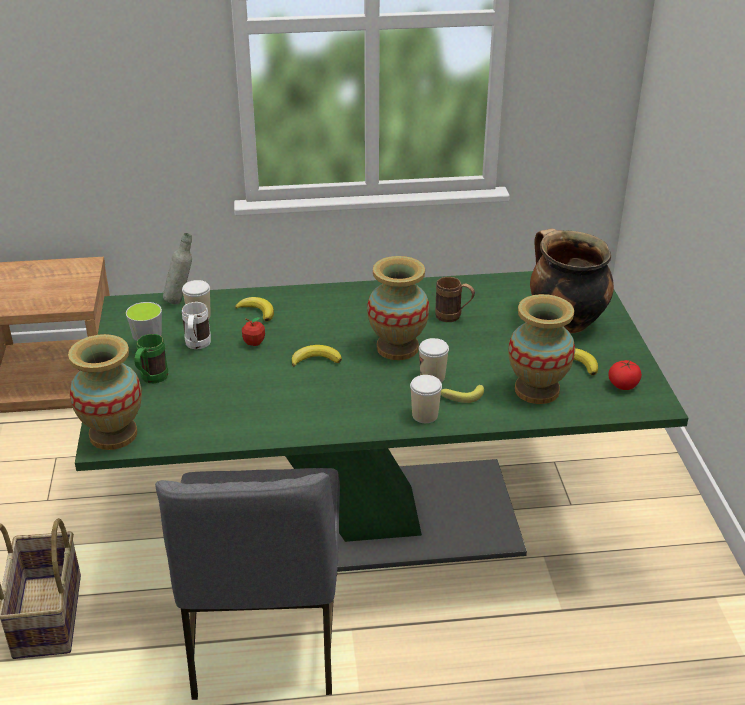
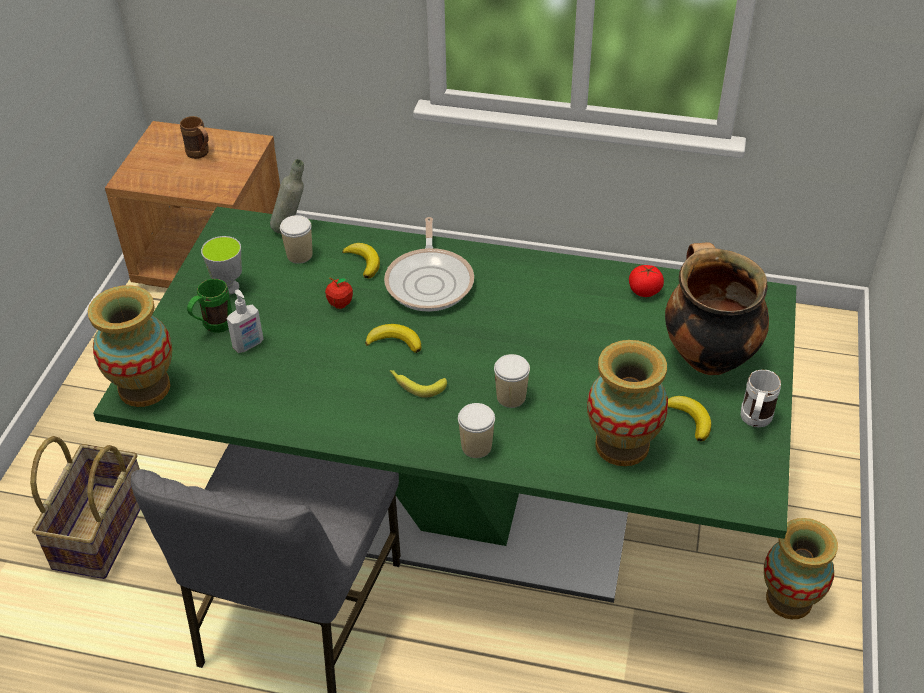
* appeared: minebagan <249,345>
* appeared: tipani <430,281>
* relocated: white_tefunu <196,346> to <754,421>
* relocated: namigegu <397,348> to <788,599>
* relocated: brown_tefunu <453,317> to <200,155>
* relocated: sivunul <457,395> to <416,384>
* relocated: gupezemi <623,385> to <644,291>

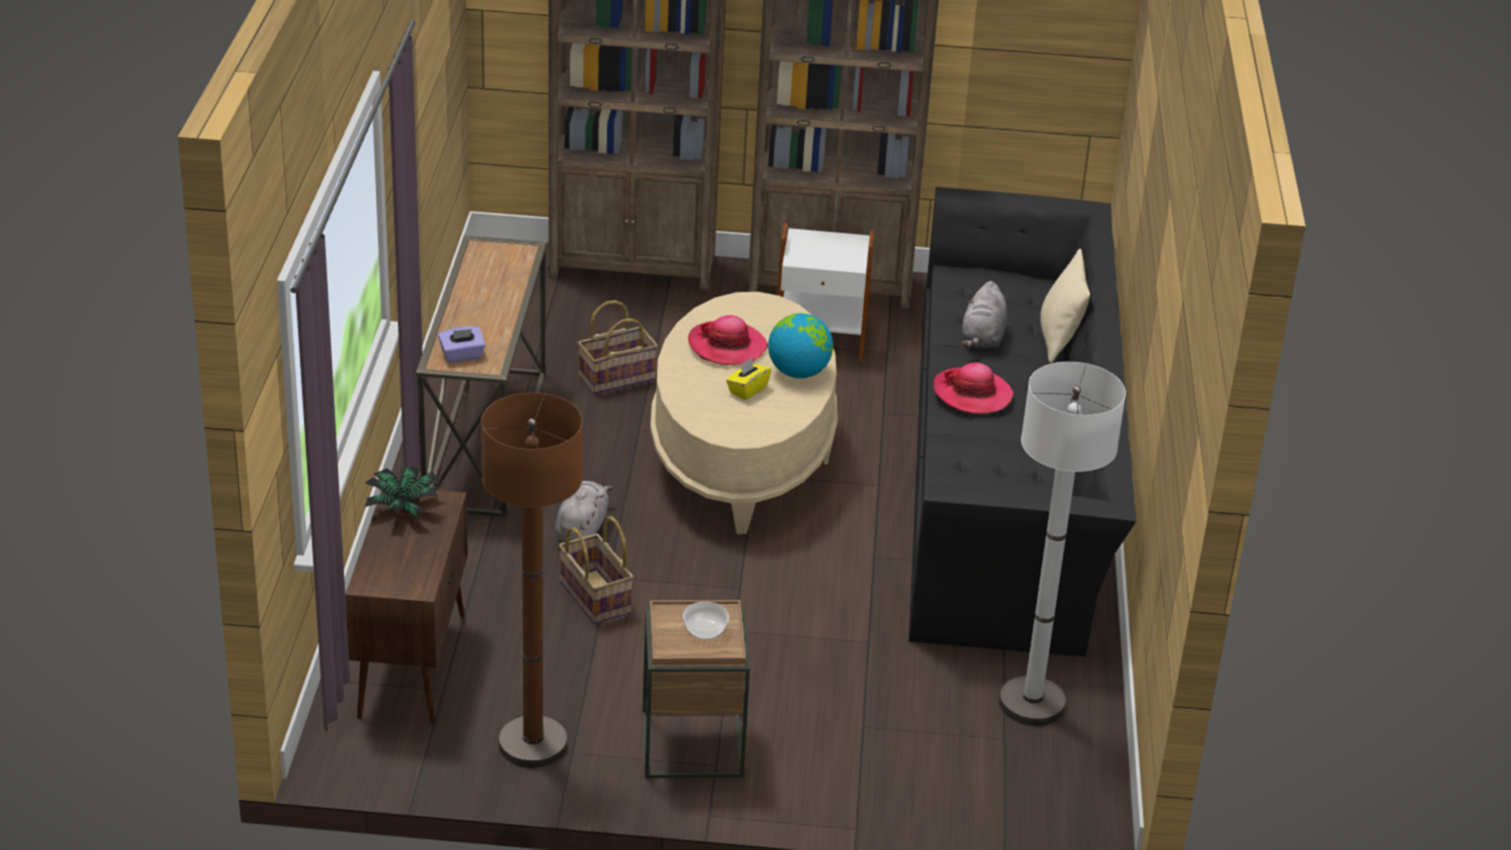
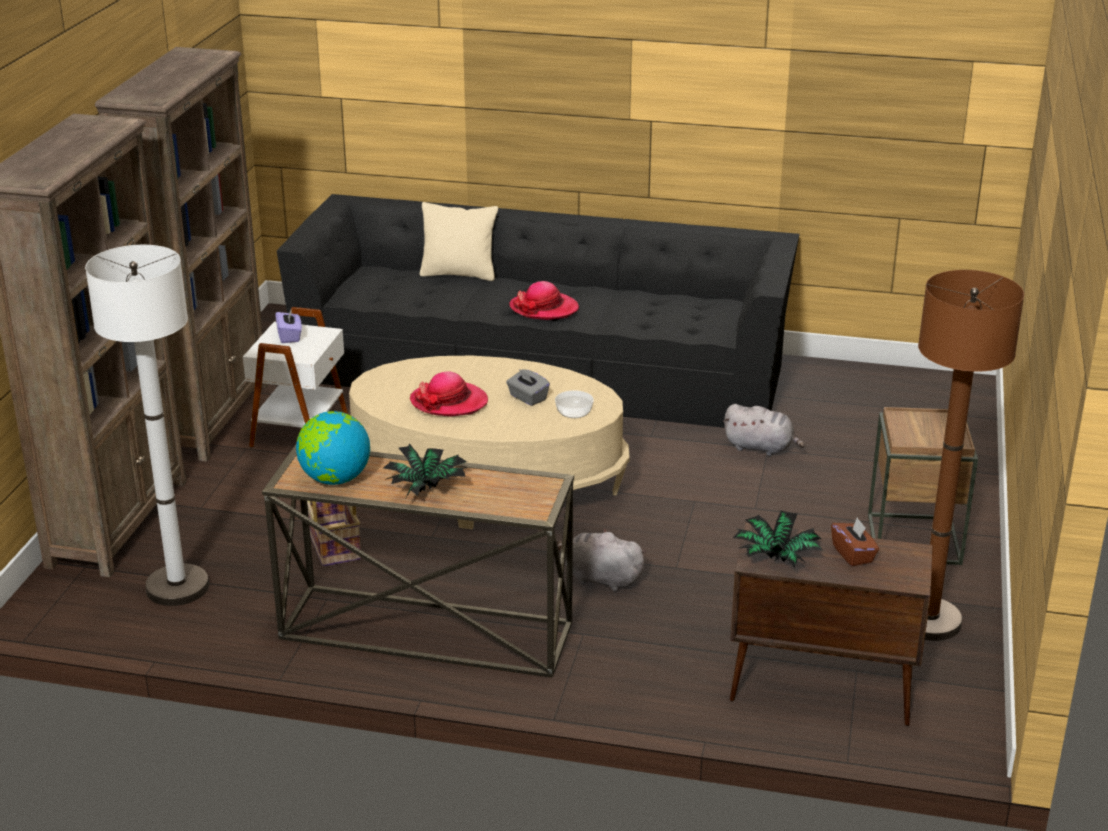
* missing: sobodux <593,597>
* appeared: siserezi <427,489>
* appeared: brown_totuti <853,554>
* relocated: purple_totuti <462,355> to <289,336>
* relocated: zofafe <705,629> to <573,412>
* relocated: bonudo <798,372> to <335,479>
* relocated: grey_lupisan <982,338> to <761,448>
* relocated: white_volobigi <1031,703> to <177,587>
* colour: yellow_totuti <747,390> to grey_totuti <527,398>

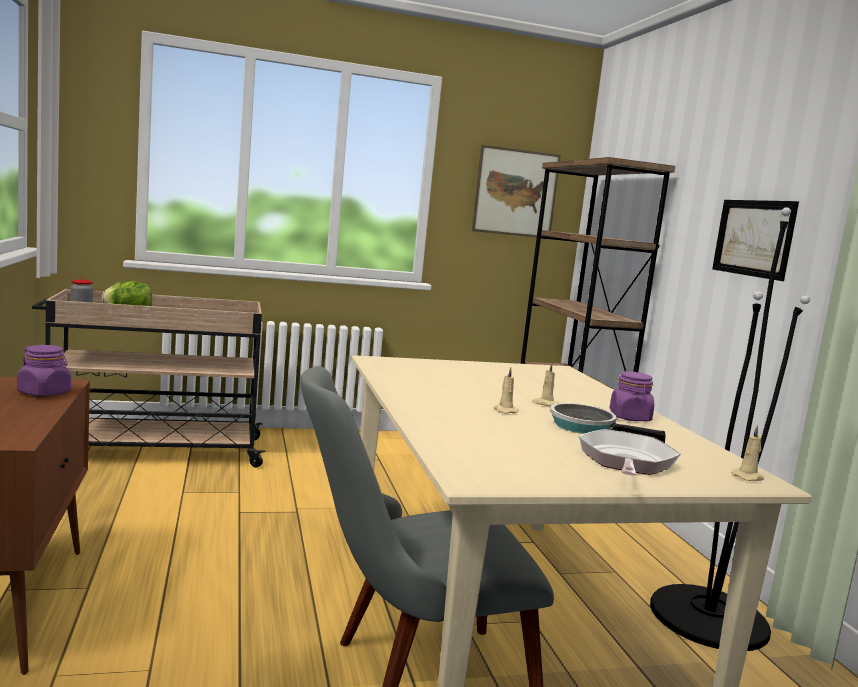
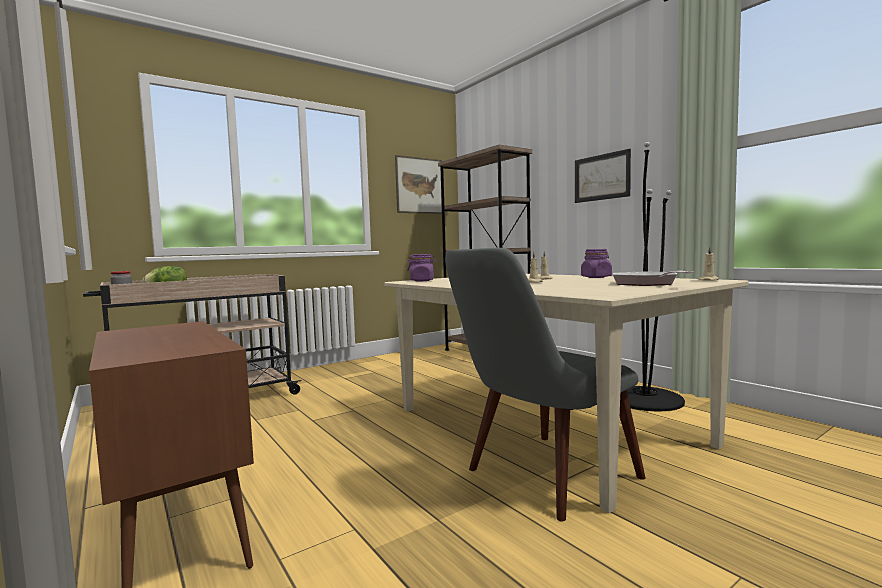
* missing: tipani <588,428>
* relocated: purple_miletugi <44,393> to <422,280>

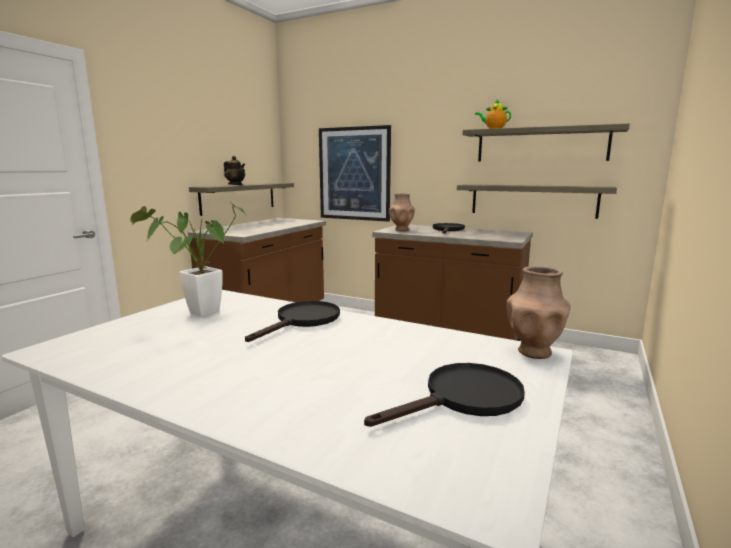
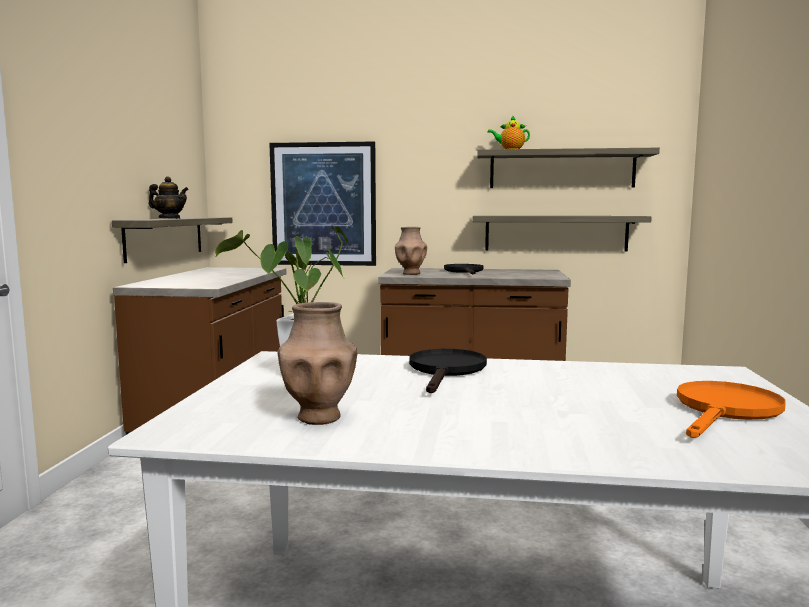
* relocated: brown_namigegu <534,352> to <319,417>
* colour: black_tipani <463,399> to orange_tipani <725,410>

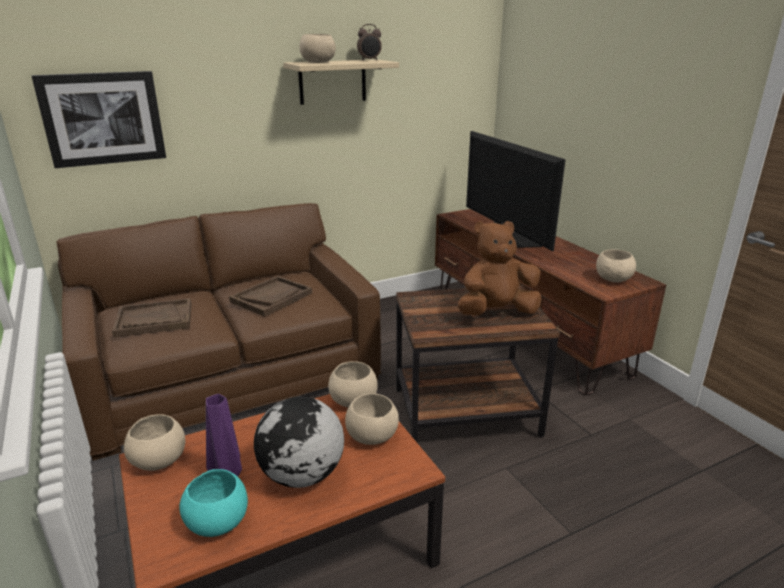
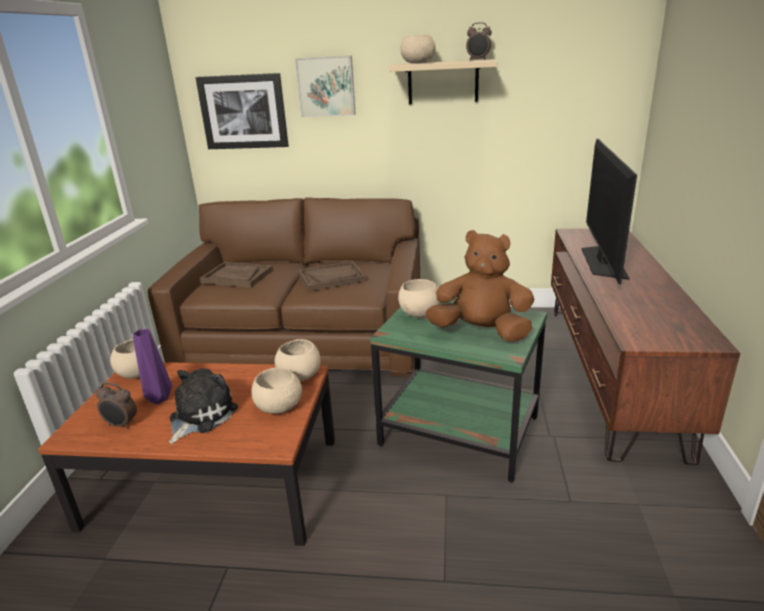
* appeared: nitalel <326,86>
* relocated: beige_zofafe <612,279> to <419,313>
* exchanged: turquoise_zofafe <218,521> to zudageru <121,425>
* exchanged: bonudo <301,475> to lupisan <200,416>
* colour: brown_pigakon <465,412> to green_pigakon <460,431>

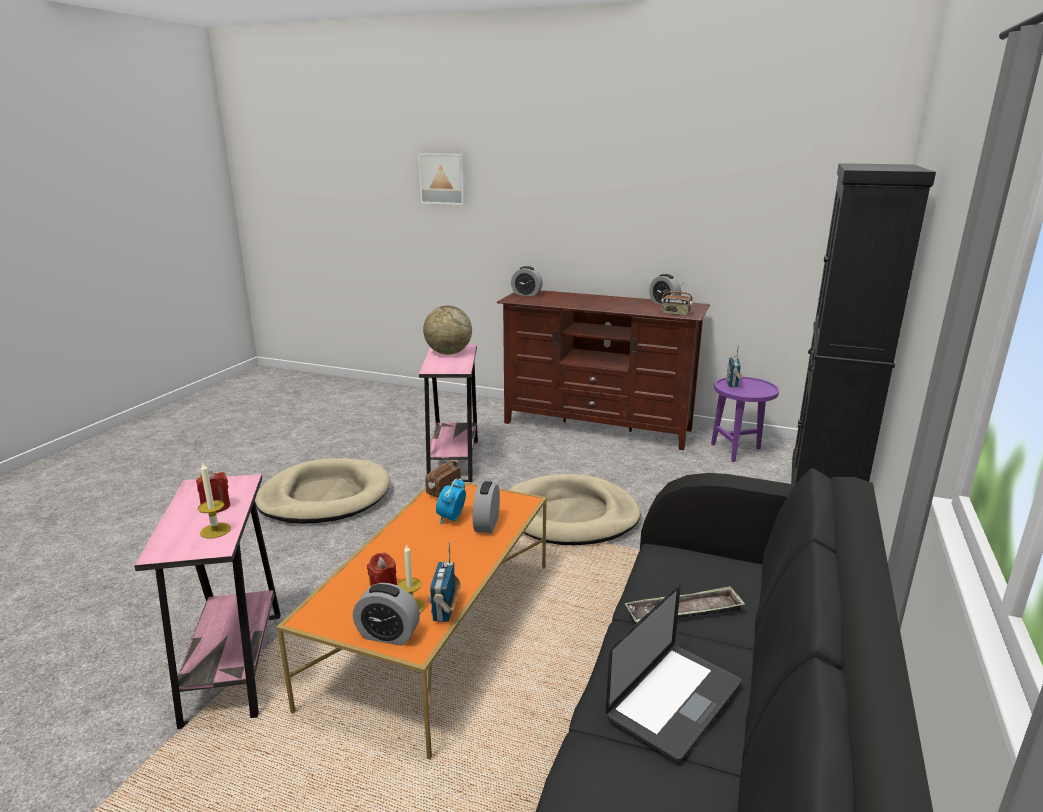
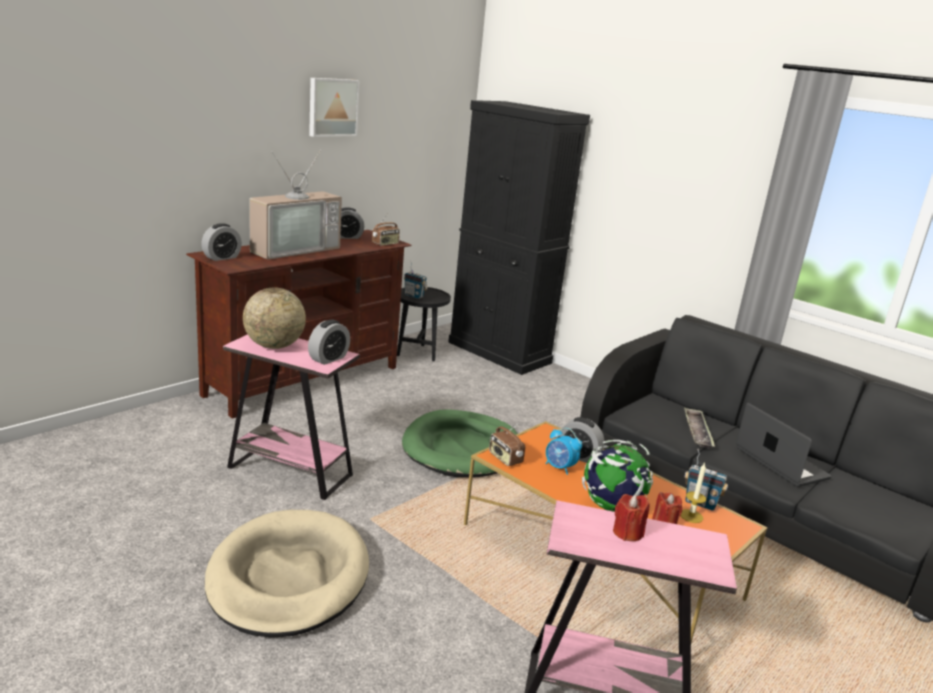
* missing: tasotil <215,530>
* appeared: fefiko <293,248>
* appeared: bonudo <611,507>
* relocated: zudageru <388,635> to <328,358>
* relocated: nitalel <443,179> to <332,107>
* colour: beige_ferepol <570,515> to green_ferepol <461,448>
* colour: purple_pigakon <738,451> to black_pigakon <418,352>

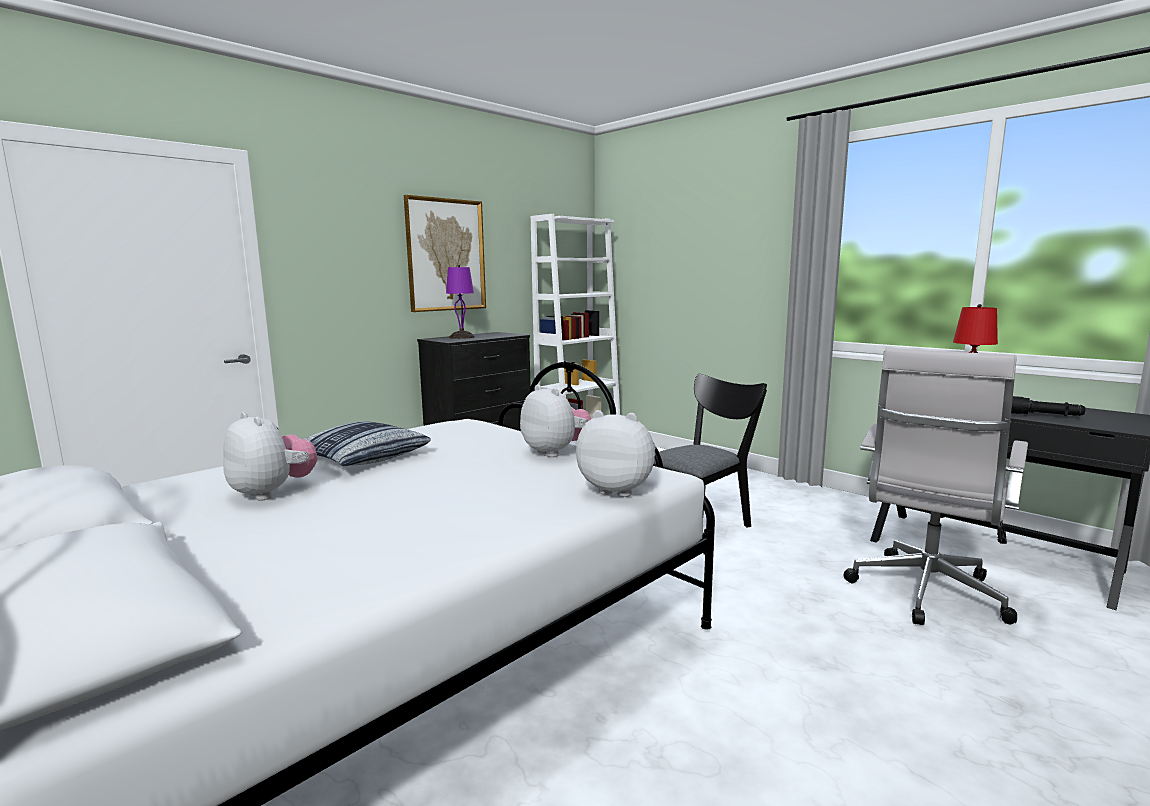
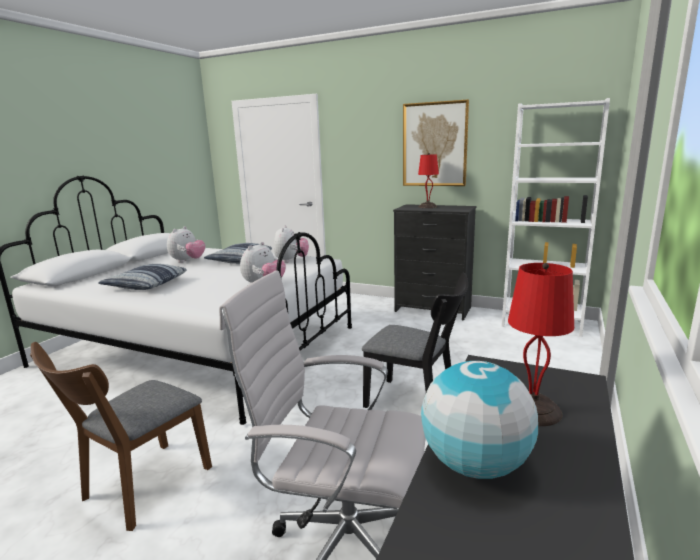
* appeared: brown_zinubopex <140,488>
* appeared: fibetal <145,284>
* relocated: lupisan <618,489> to <291,261>
* exchanged: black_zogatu <1044,416> to bonudo <475,465>
* colour: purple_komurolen <462,337> to red_komurolen <427,207>

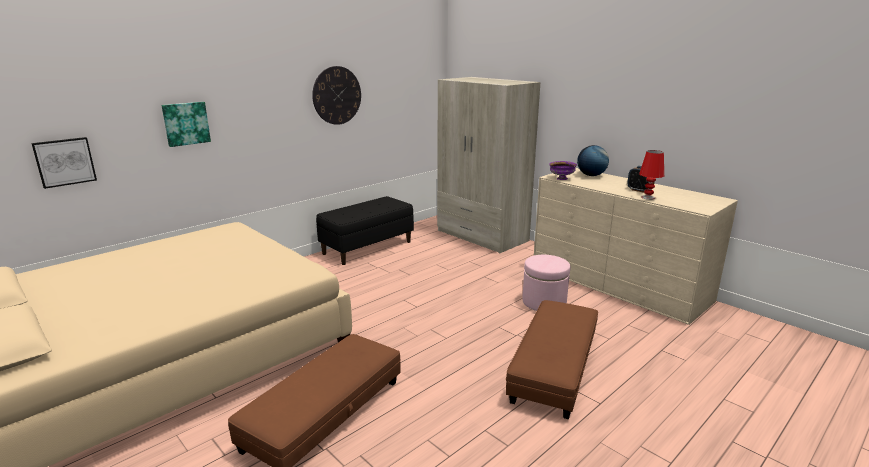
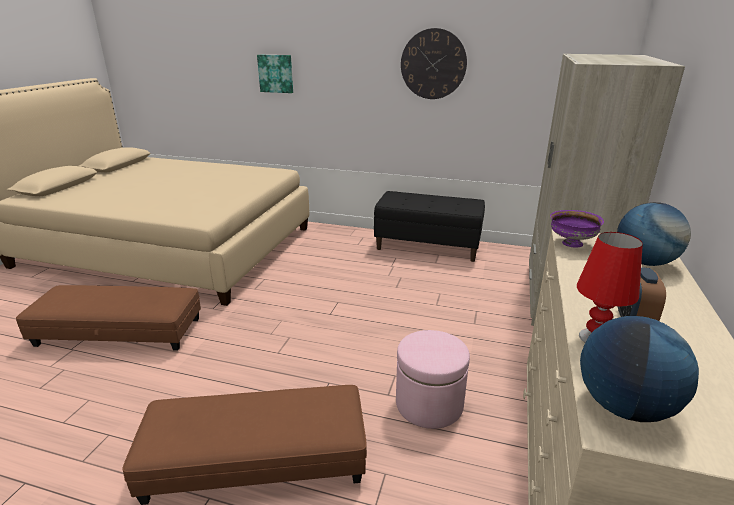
* missing: nitalel <65,162>
* appeared: bonudo <624,406>

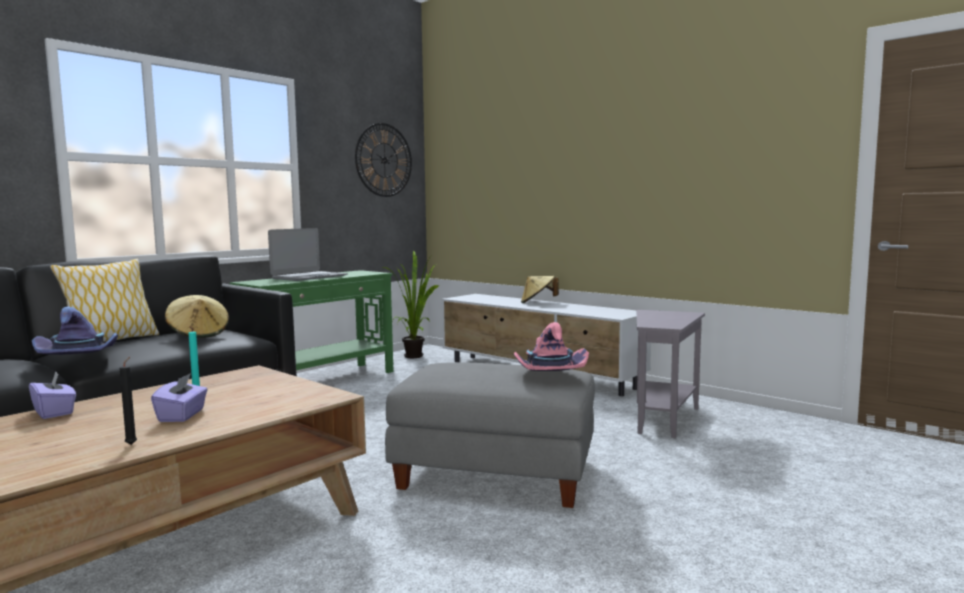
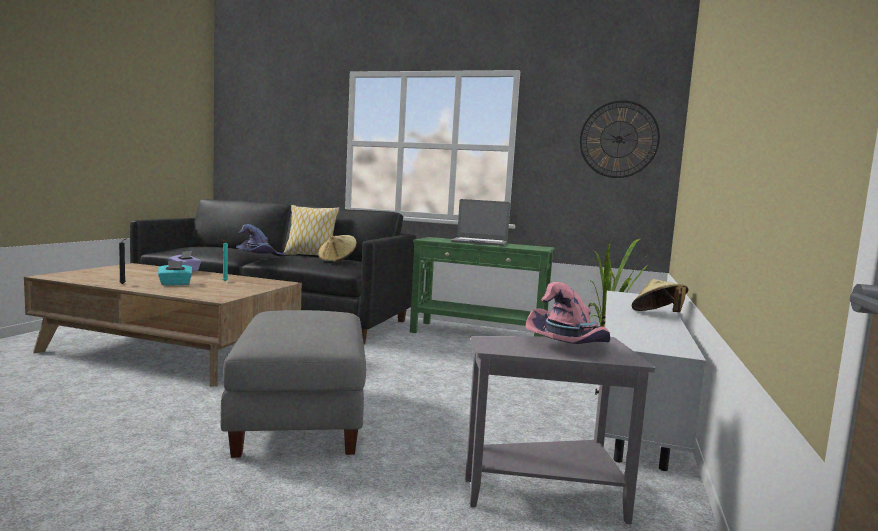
* relocated: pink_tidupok <548,374> to <568,345>
* colour: purple_totuti <182,415> to turquoise_totuti <175,284>

